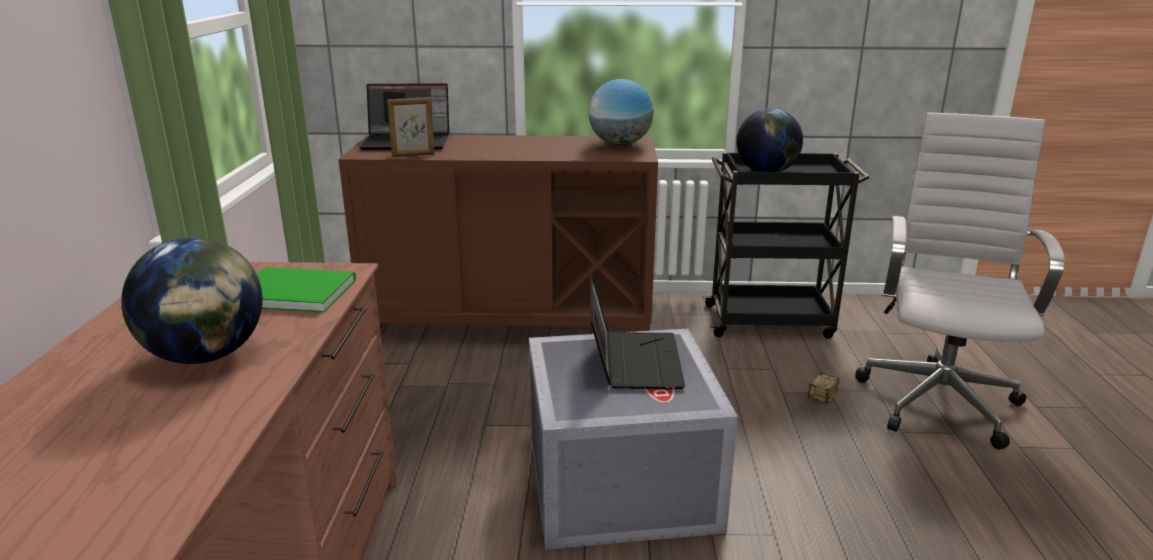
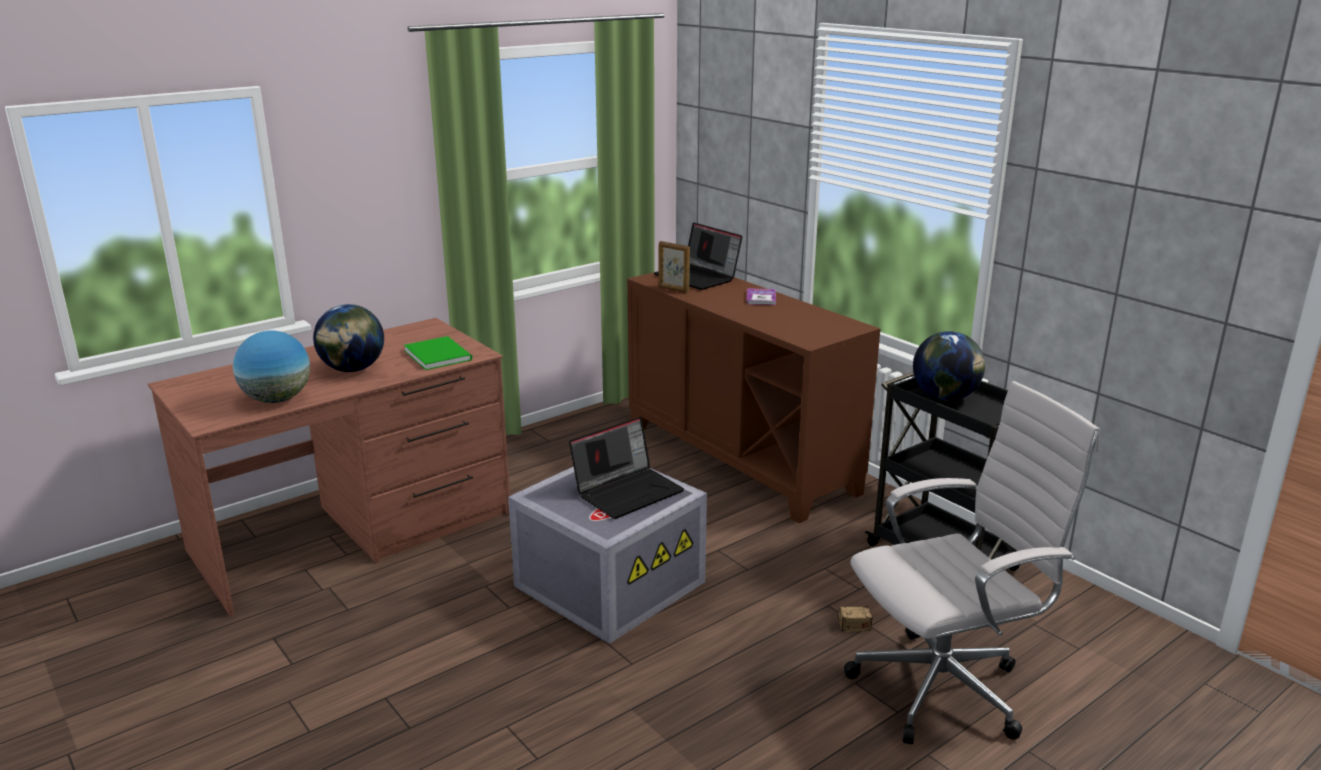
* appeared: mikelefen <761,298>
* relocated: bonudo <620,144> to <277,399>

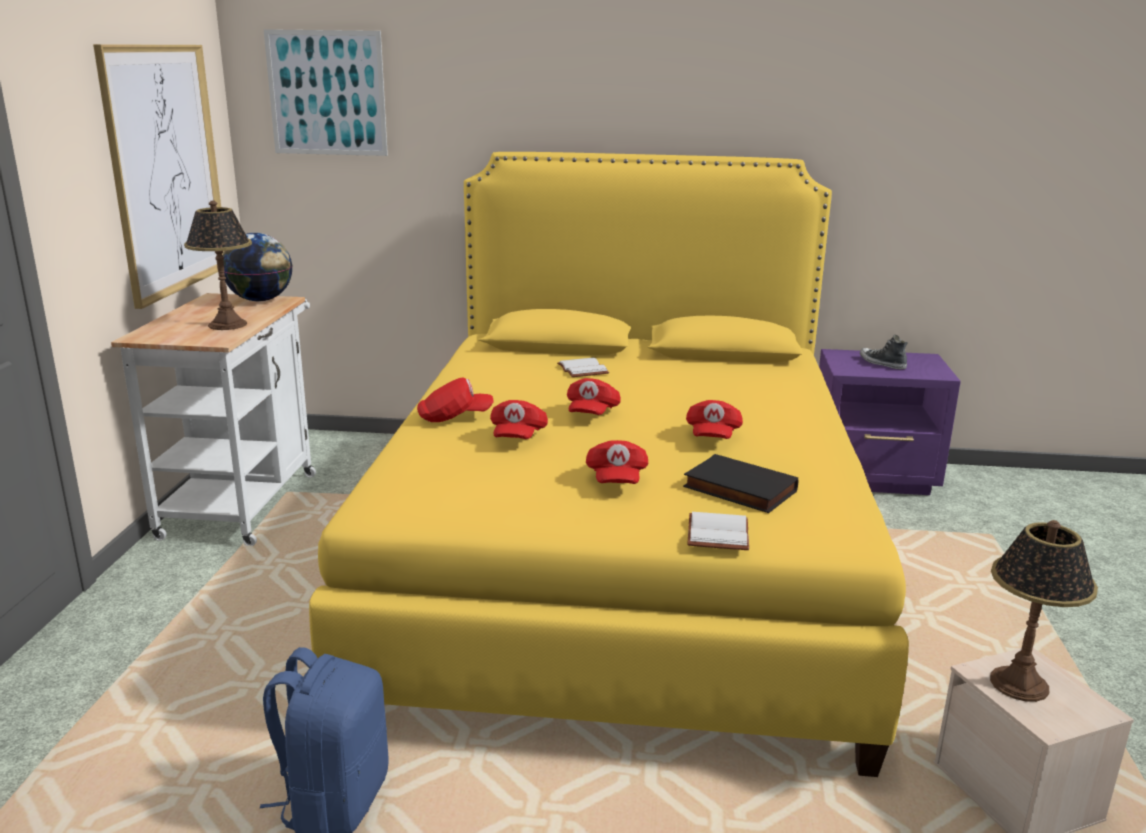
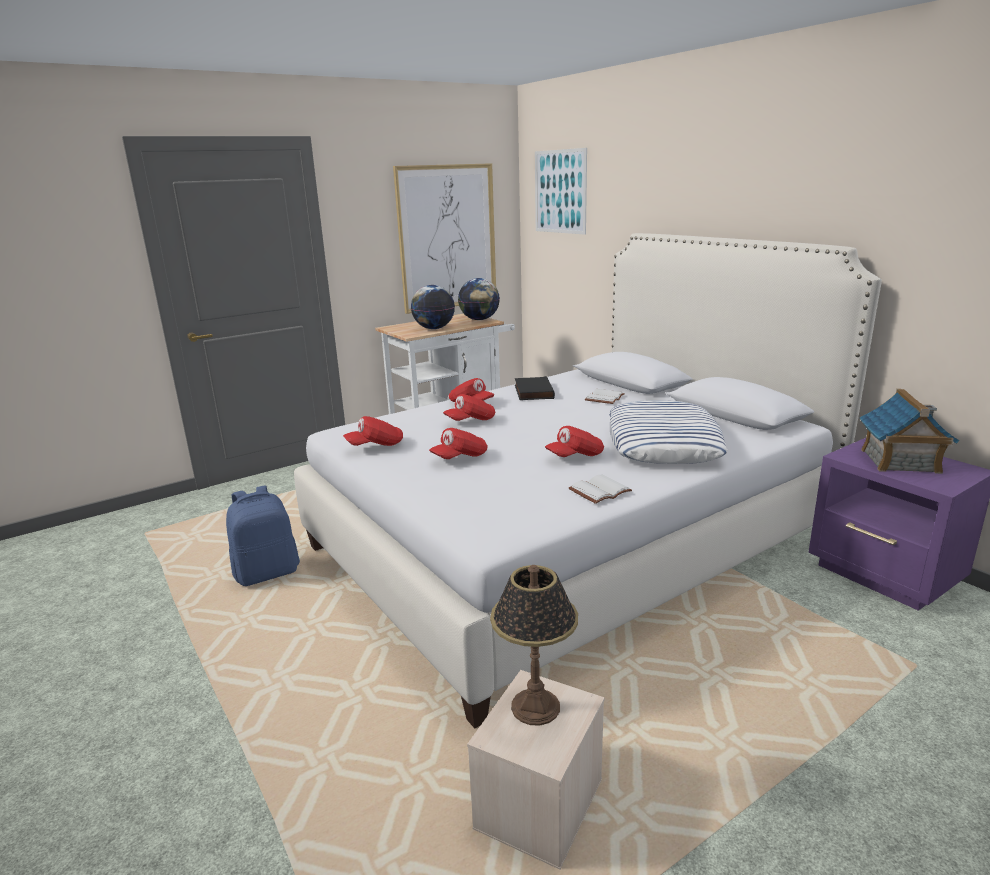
* appeared: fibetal <663,442>
* relocated: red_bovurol <591,413> to <375,445>
* relocated: black_mikelefen <738,490> to <532,392>
* relocated: white_mikelefen <715,533> to <599,490>
* exchanged: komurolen <227,324> to bonudo <434,328>
* exchanged: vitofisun <882,363> to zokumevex <900,461>
* colour: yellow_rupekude <619,560> to white_rupekude <569,540>

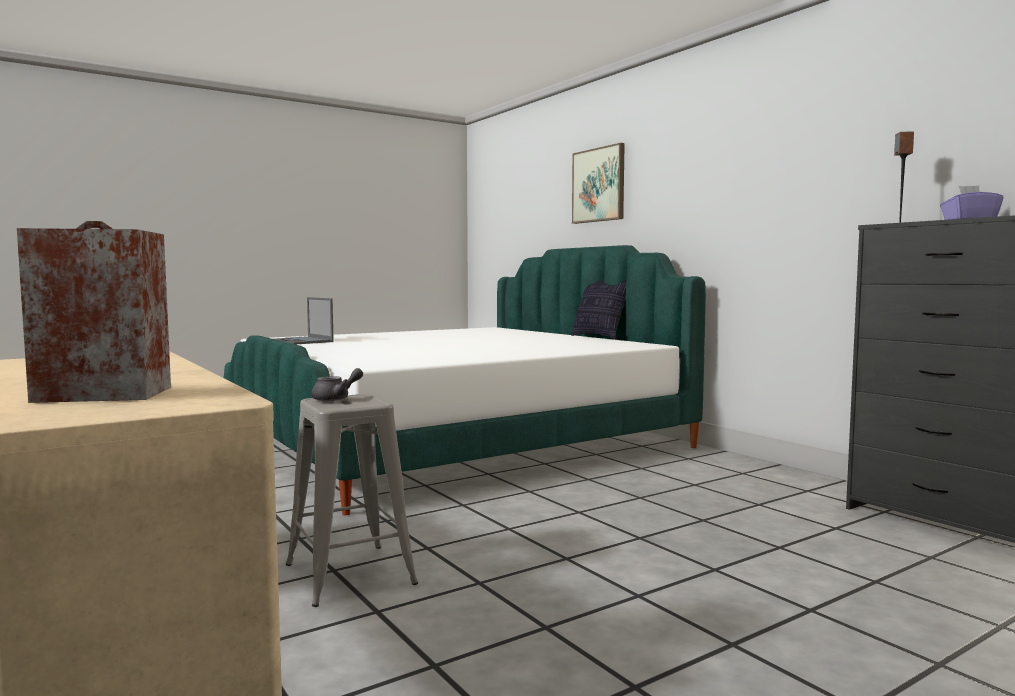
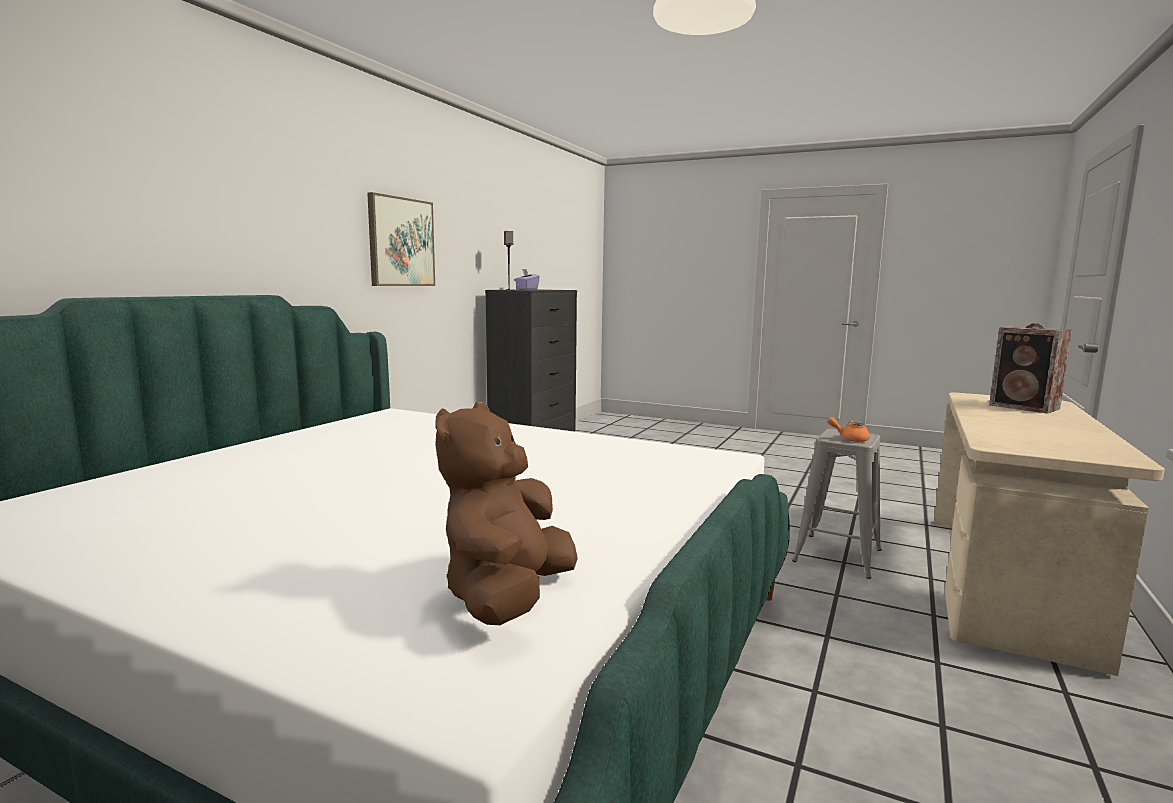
* missing: fibetal <599,337>
* relocated: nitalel <599,185> to <401,242>
* exchanged: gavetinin <302,341> to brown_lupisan <507,598>
* colour: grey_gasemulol <336,398> to orange_gasemulol <849,439>

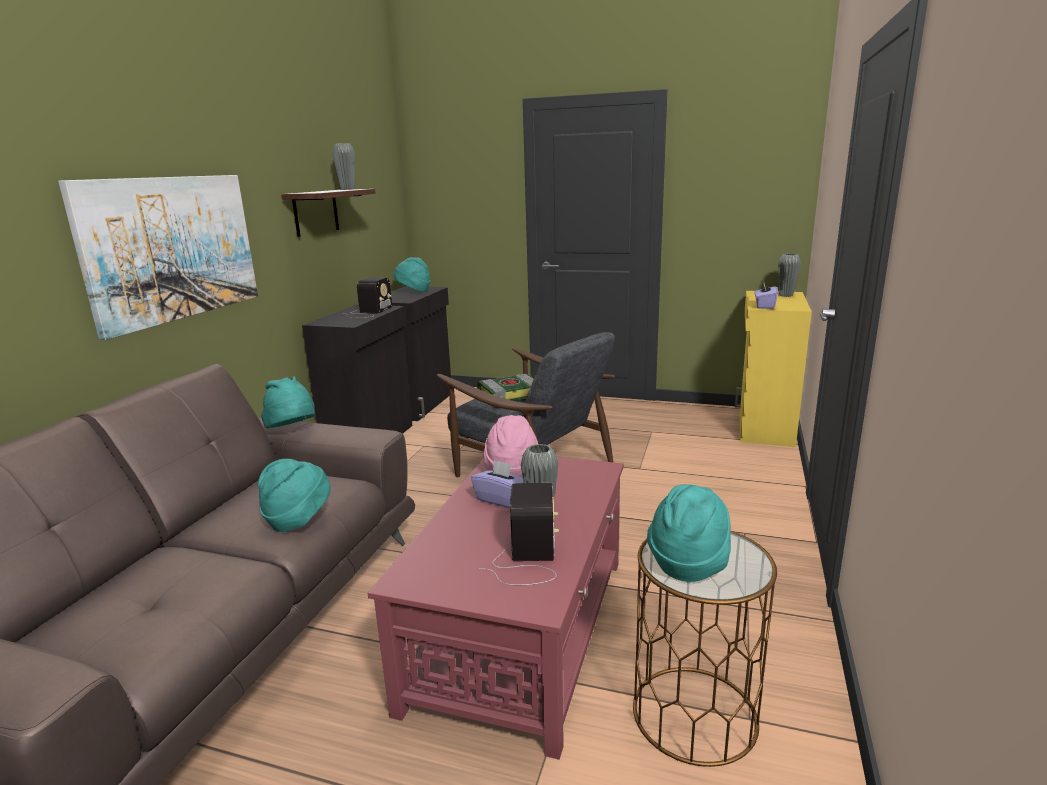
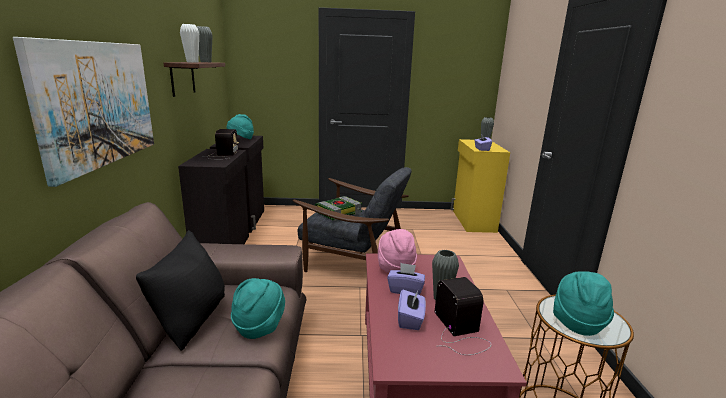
* missing: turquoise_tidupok <292,430>
* appeared: black_fibetal <192,319>
* appeared: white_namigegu <192,62>
* appeared: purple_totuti <410,319>

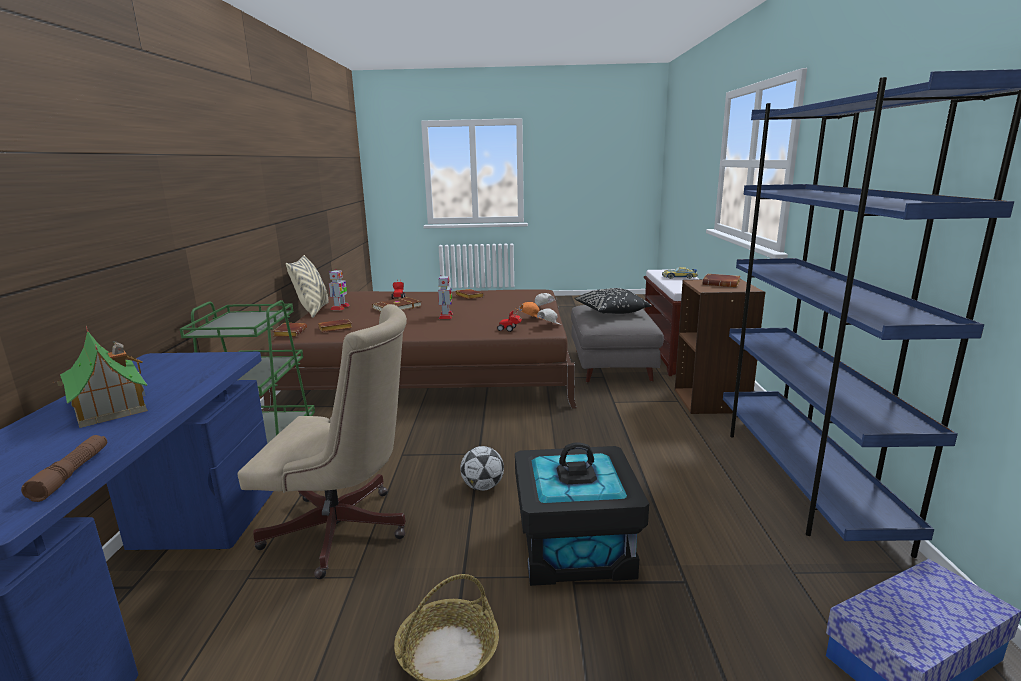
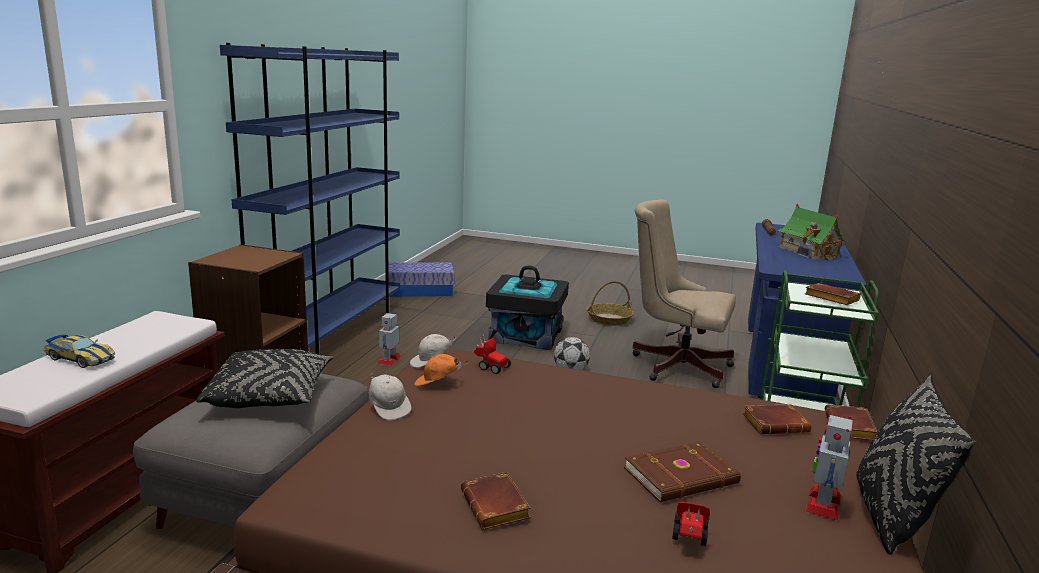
* relocated: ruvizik <446,316> to <389,359>
* relocated: brown_mikelefen <722,284> to <829,298>
* colour: beige_fibetal <313,310> to black_fibetal <890,517>

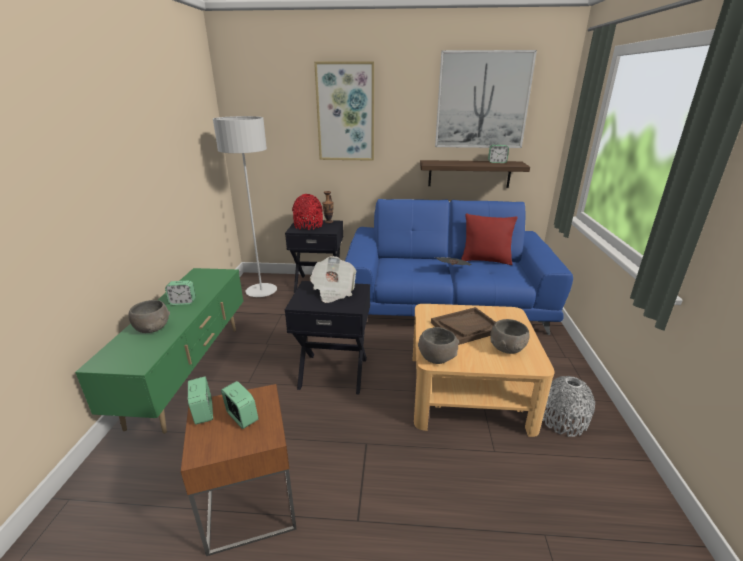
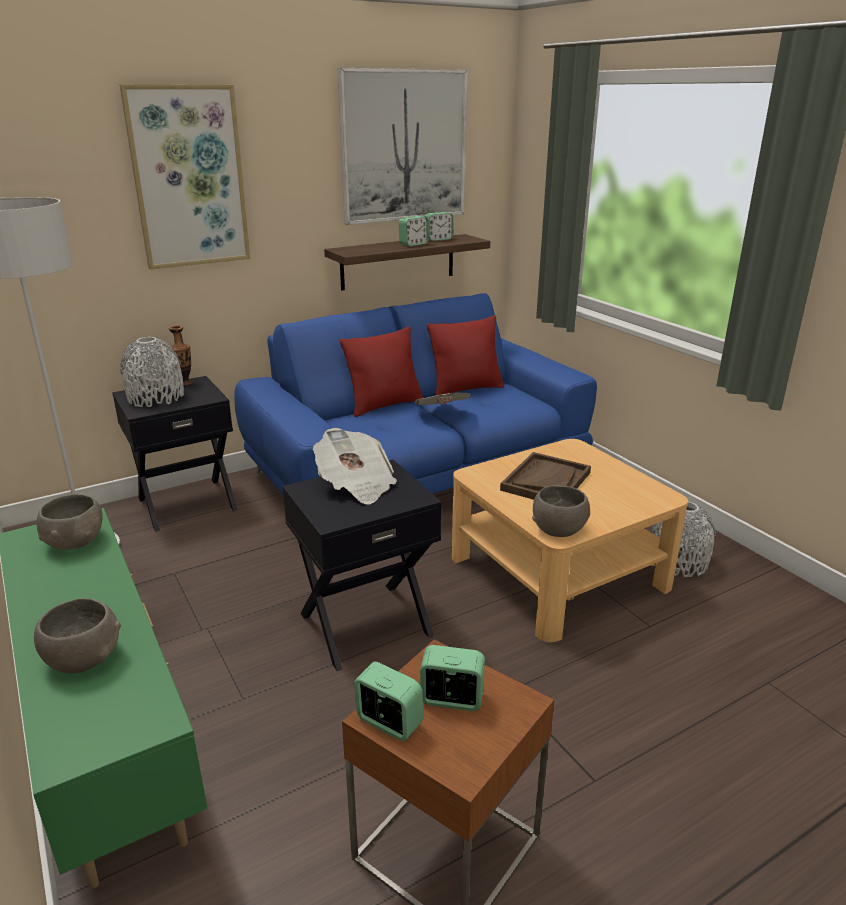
* appeared: red_fibetal <384,405>
* relocated: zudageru <182,302> to <413,244>
* relocated: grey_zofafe <507,348> to <76,542>
* colour: red_namigegu <308,225> to grey_namigegu <156,397>

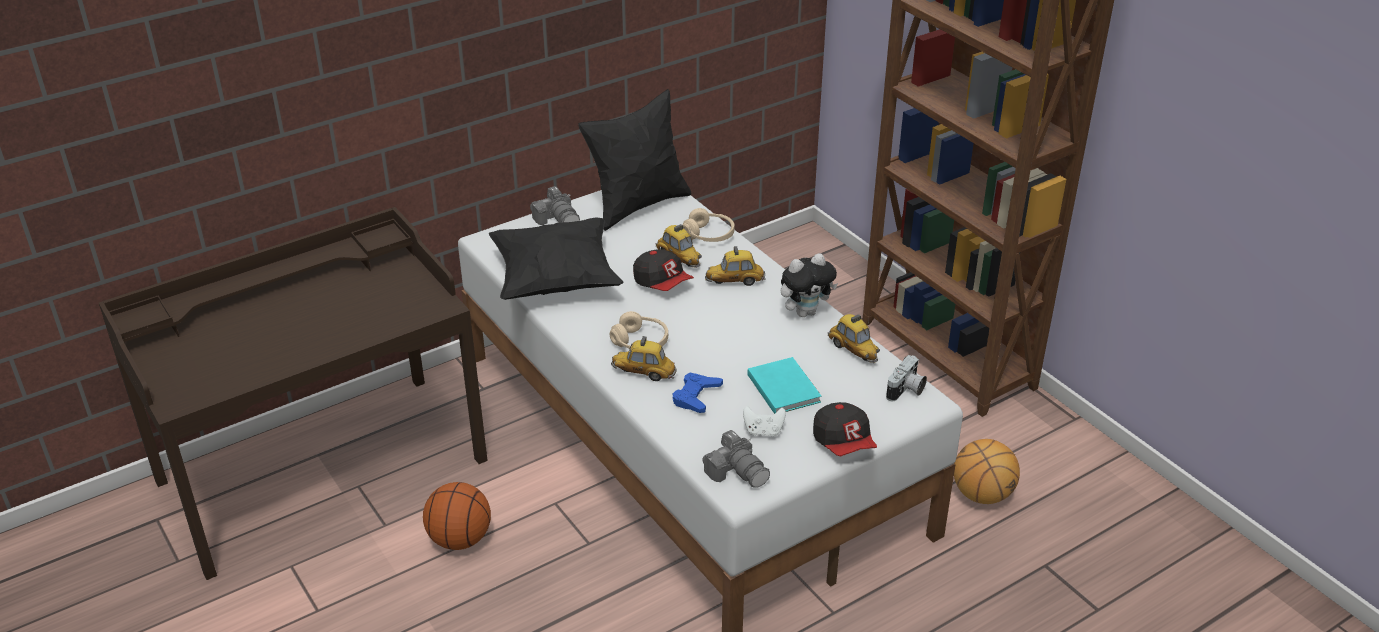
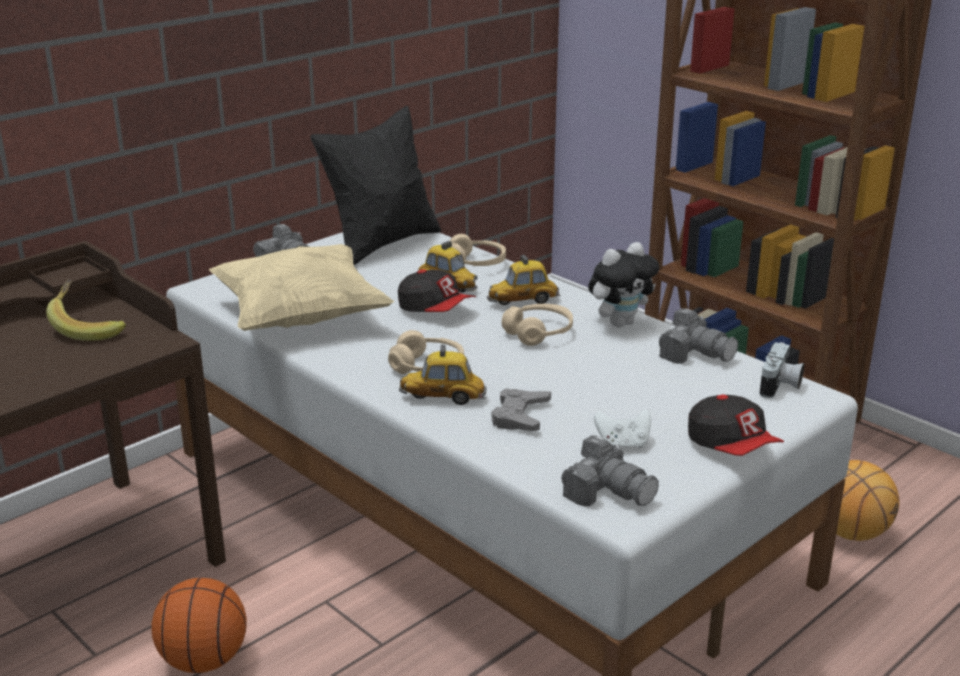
* missing: turquoise_mikelefen <784,387>
* appeared: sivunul <89,327>
* appeared: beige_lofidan <538,333>
* exchanged: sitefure <853,350> to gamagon <695,353>
* colour: black_fibetal <556,280> to beige_fibetal <301,317>
* colour: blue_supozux <696,396> to grey_supozux <520,416>

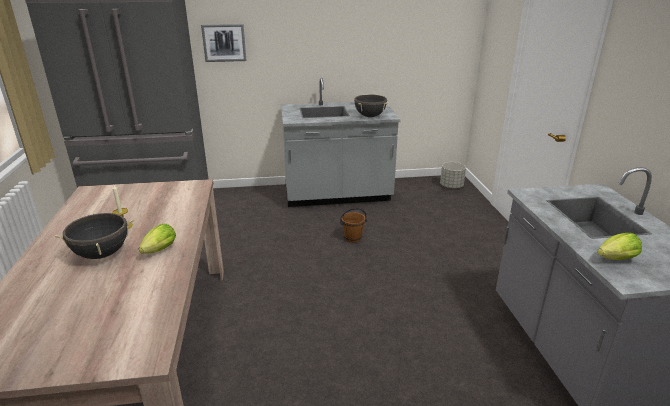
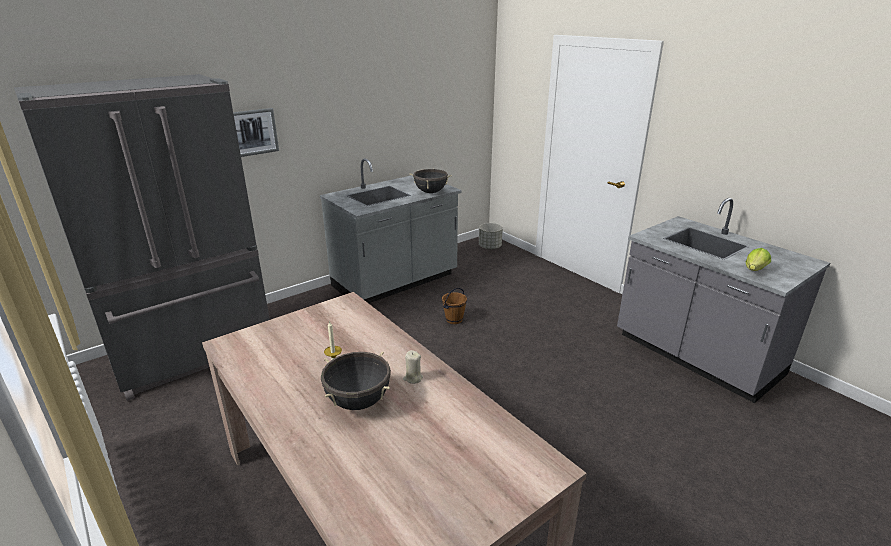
* exchanged: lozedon <158,251> to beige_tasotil <413,378>

